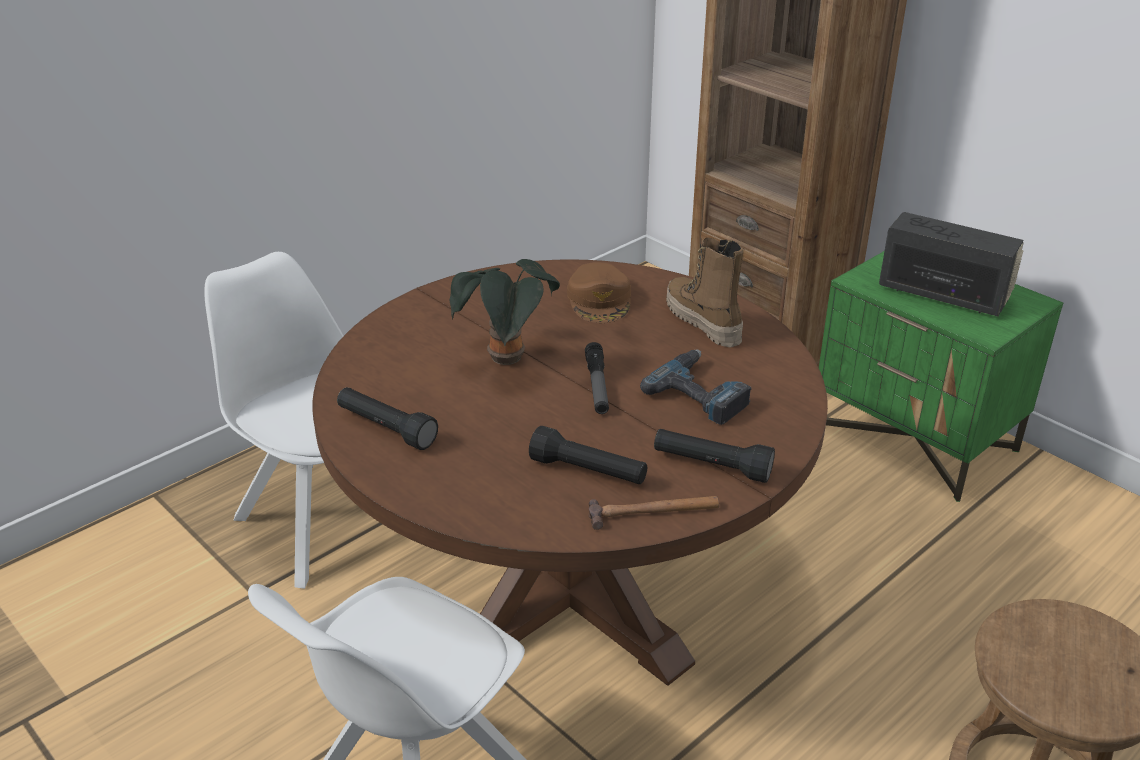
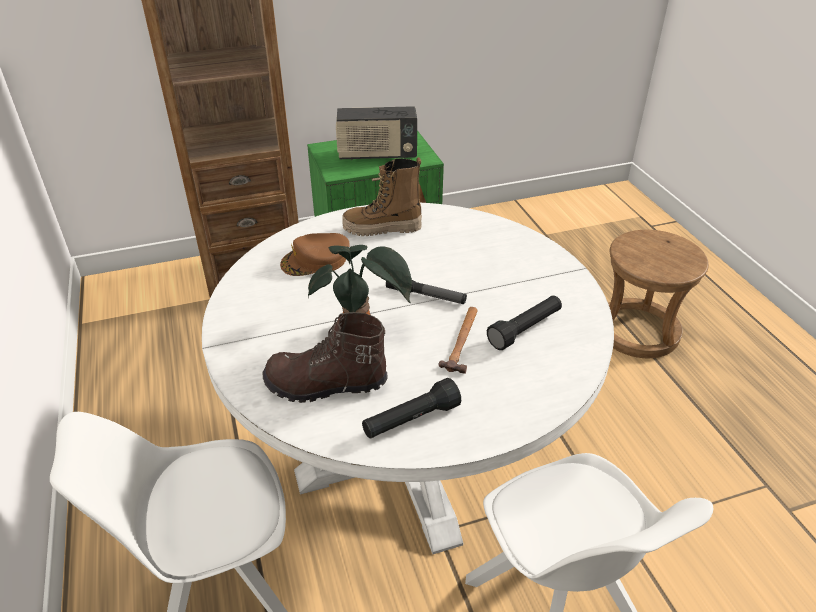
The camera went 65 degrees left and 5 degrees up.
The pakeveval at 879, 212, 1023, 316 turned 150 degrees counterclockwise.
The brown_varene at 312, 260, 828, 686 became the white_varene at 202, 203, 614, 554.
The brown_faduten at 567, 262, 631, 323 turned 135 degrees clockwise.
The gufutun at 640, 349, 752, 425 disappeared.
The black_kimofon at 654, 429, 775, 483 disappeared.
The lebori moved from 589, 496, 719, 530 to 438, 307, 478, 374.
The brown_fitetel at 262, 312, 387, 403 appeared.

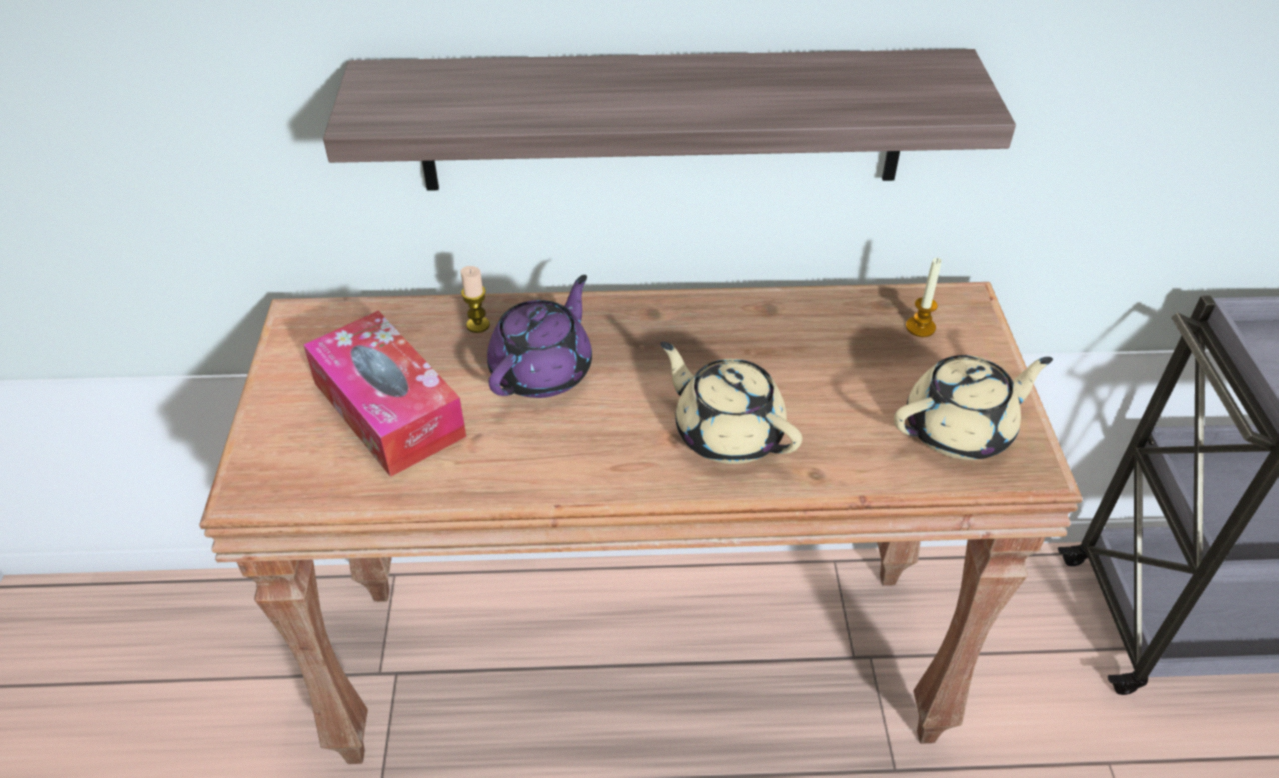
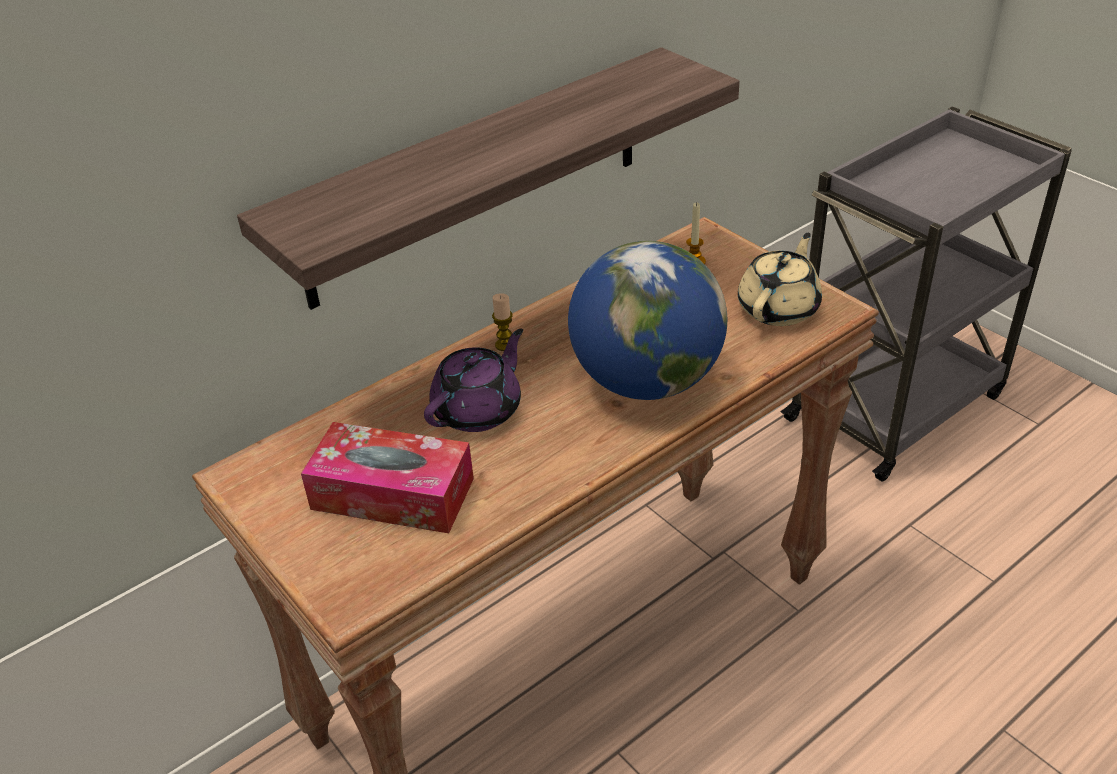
The camera went 35 degrees left and 5 degrees down.
The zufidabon moved from 461, 266, 490, 333 to 492, 293, 513, 351.
The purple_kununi at 487, 275, 592, 398 turned 45 degrees clockwise.
The beige_kununi at 660, 342, 802, 464 was replaced by the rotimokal at 568, 241, 727, 400.

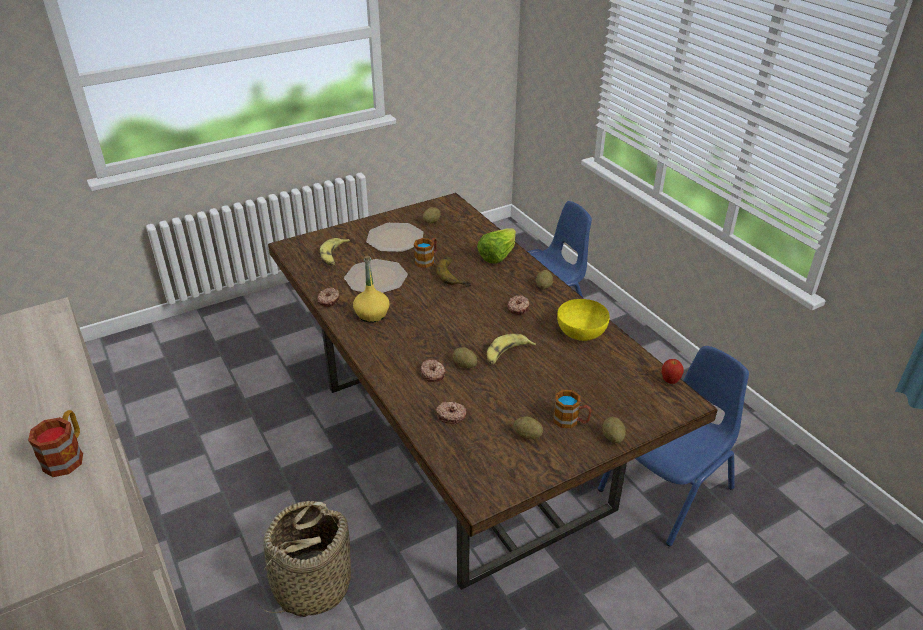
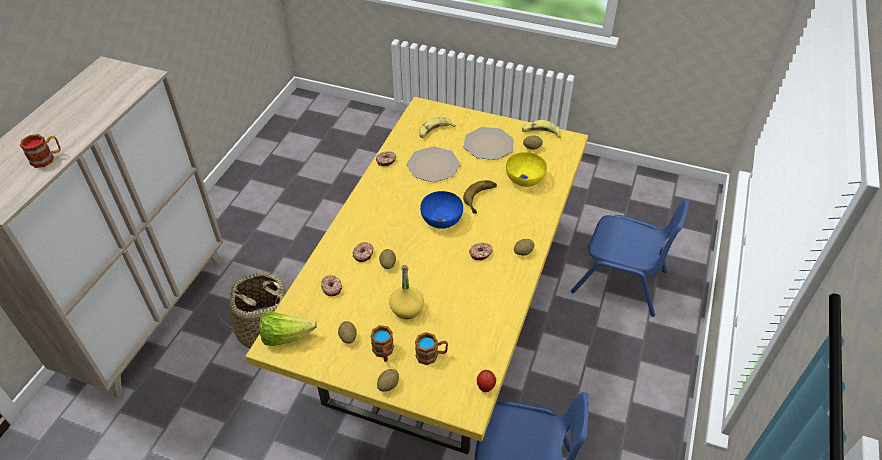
The camera went 50 degrees right and 10 degrees up.
The brown_varene at 268, 193, 717, 590 became the yellow_varene at 245, 97, 588, 454.
The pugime moved from 477, 228, 516, 264 to 259, 311, 317, 346.
The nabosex moved from 414, 238, 437, 268 to 415, 332, 448, 365.
The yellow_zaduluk moved from 353, 256, 389, 323 to 389, 265, 424, 319.
The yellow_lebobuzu moved from 557, 299, 610, 341 to 506, 152, 547, 187.
The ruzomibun moved from 487, 334, 536, 365 to 522, 120, 560, 138.
The blue_lebobuzu at 420, 191, 463, 229 appeared.

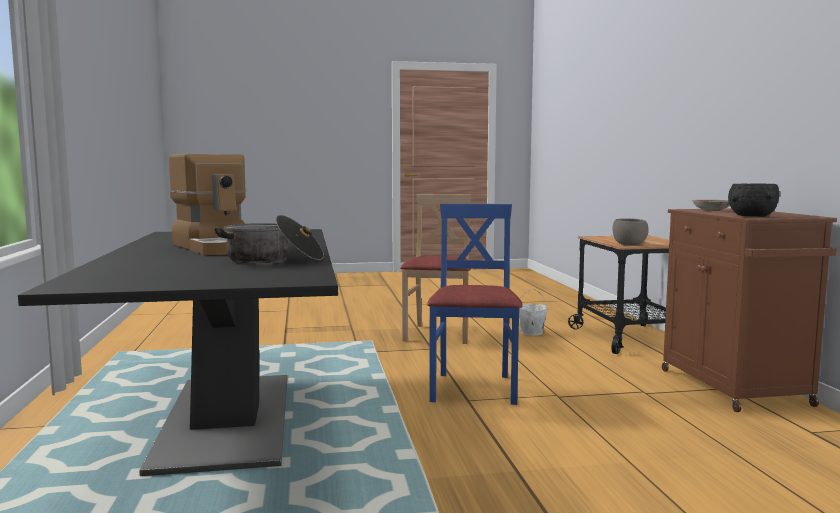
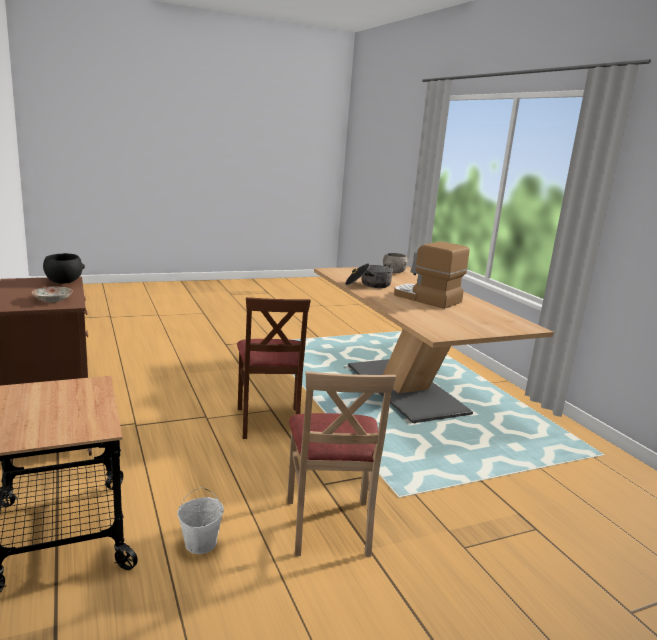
The camera went 165 degrees right and 10 degrees up.
The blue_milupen at 427, 204, 523, 405 became the brown_milupen at 237, 297, 311, 439.
The grey_lebobuzu moved from 612, 218, 649, 245 to 383, 253, 408, 273.
The black_varene at 18, 229, 338, 476 became the beige_varene at 314, 266, 554, 423.

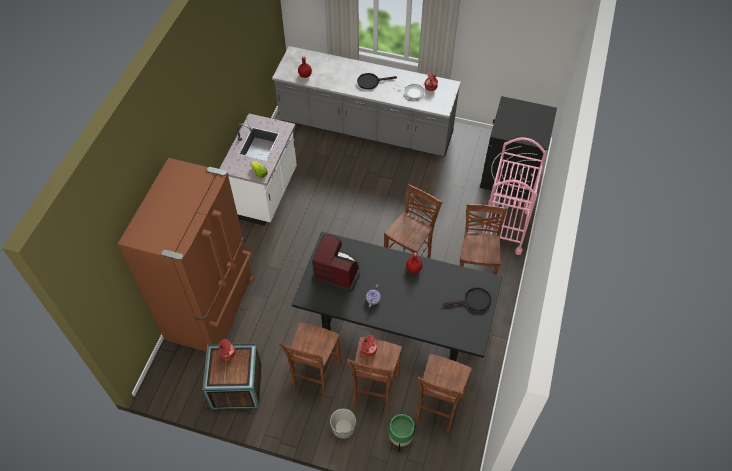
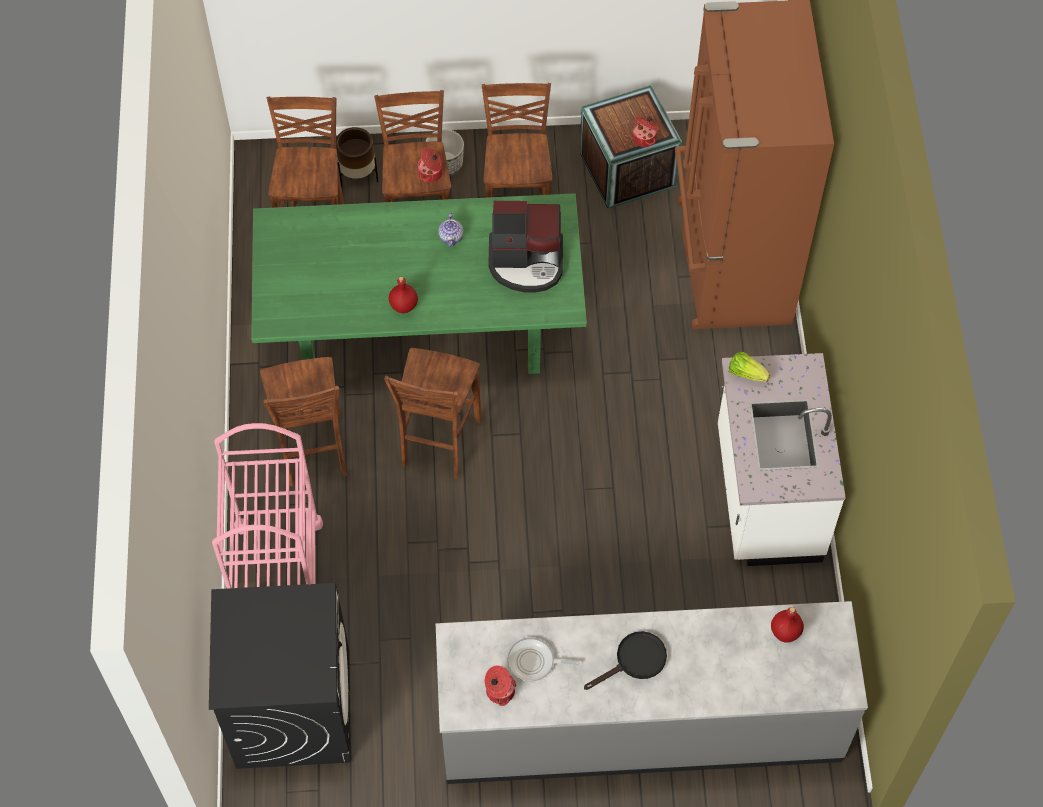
The camera went 160 degrees right and 5 degrees up.
The black_varene at 292, 232, 502, 361 became the green_varene at 251, 193, 587, 374.
The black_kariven at 443, 288, 491, 311 disappeared.
The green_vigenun at 389, 414, 415, 453 became the brown_vigenun at 336, 127, 378, 187.

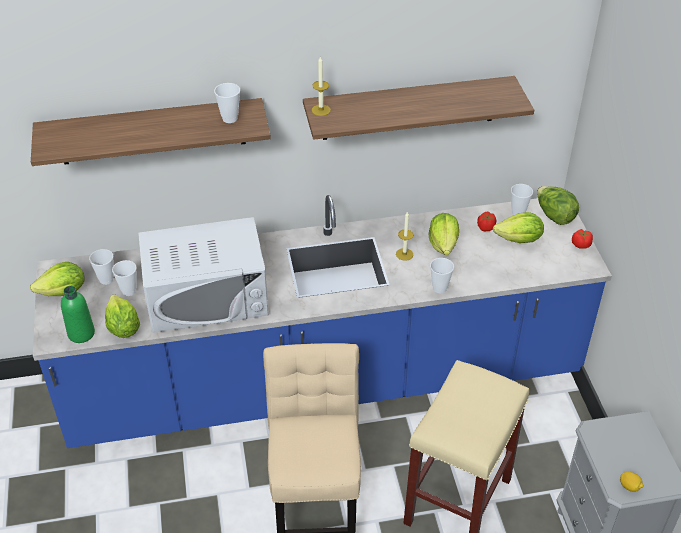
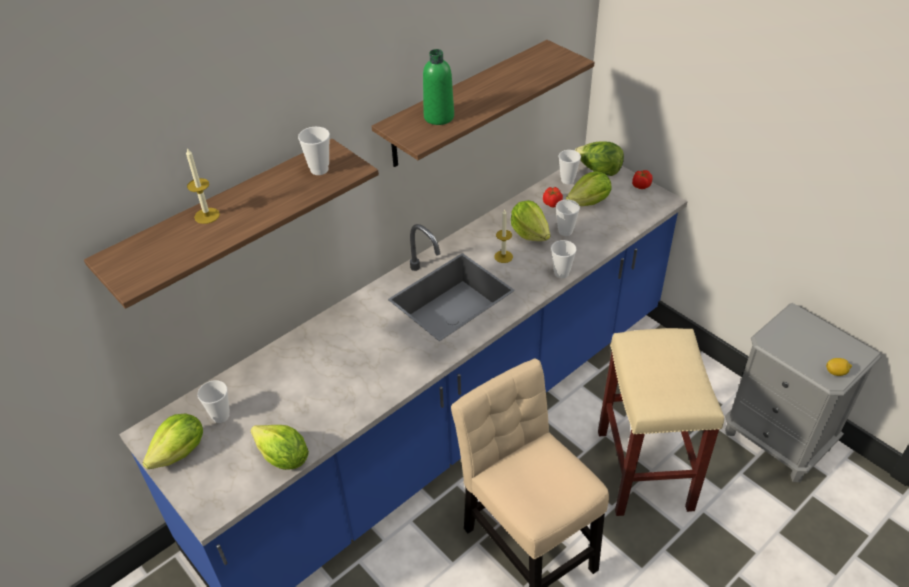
The camera went 30 degrees left and 0 degrees up.
The zufidabon moved from 312, 57, 331, 116 to 186, 148, 220, 224.
The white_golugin at 138, 217, 269, 333 disappeared.
The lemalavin moved from 112, 260, 137, 296 to 556, 200, 580, 236.
The green_zaduluk moved from 61, 286, 95, 343 to 423, 49, 454, 125.

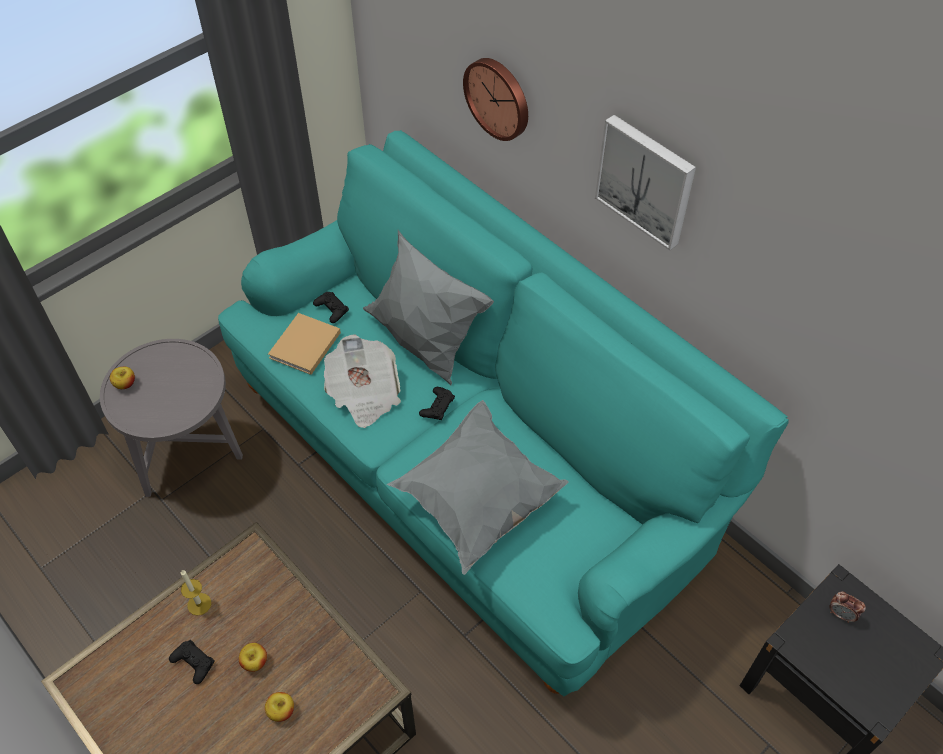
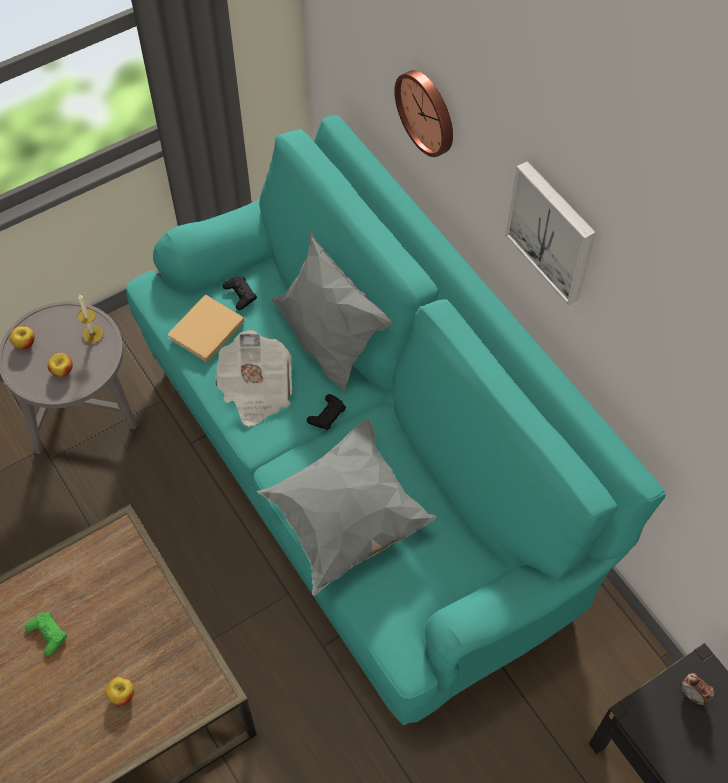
The camera went 10 degrees right and 5 degrees up.
The zufidabon moved from 181, 570, 211, 616 to 77, 294, 104, 343.
The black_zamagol at 169, 640, 215, 684 became the green_zamagol at 25, 612, 67, 656.
The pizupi moved from 239, 643, 267, 672 to 48, 353, 73, 377.

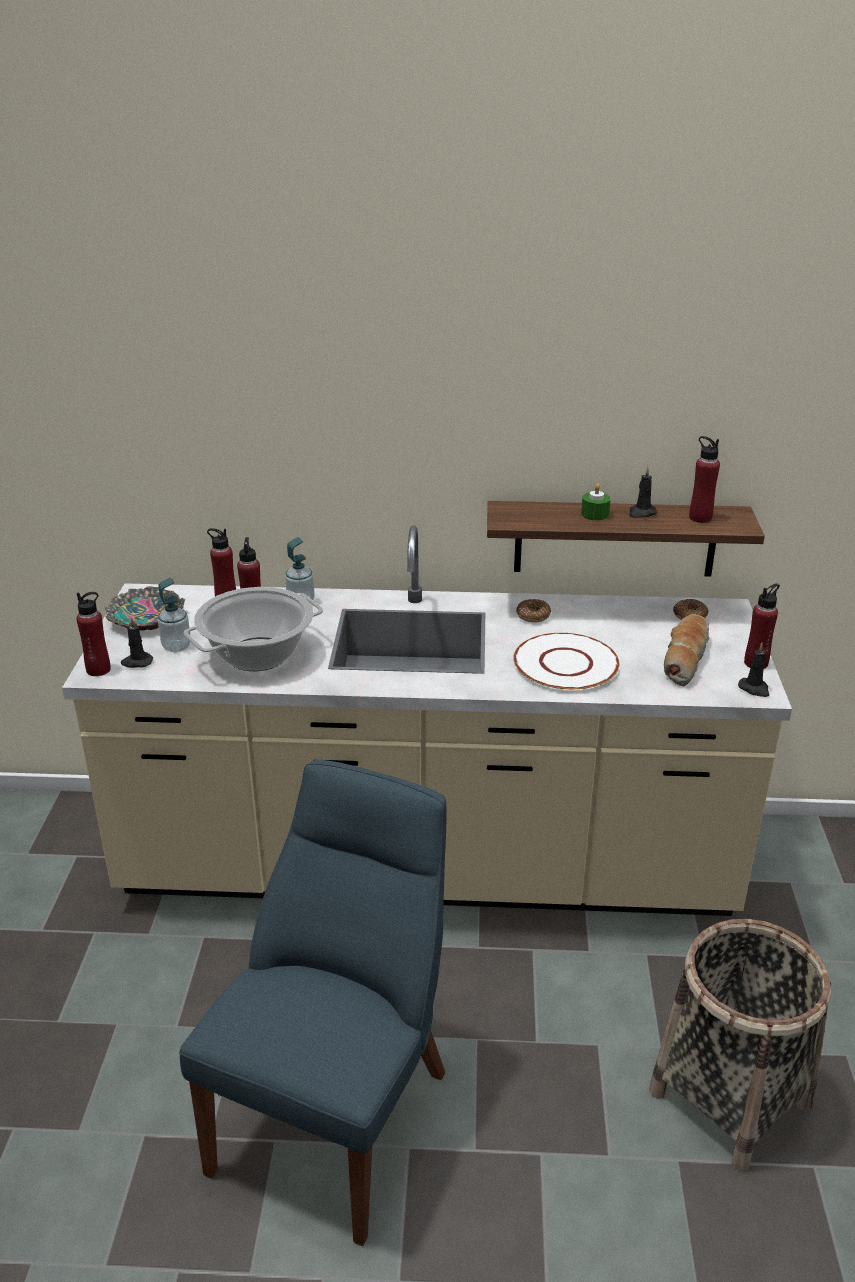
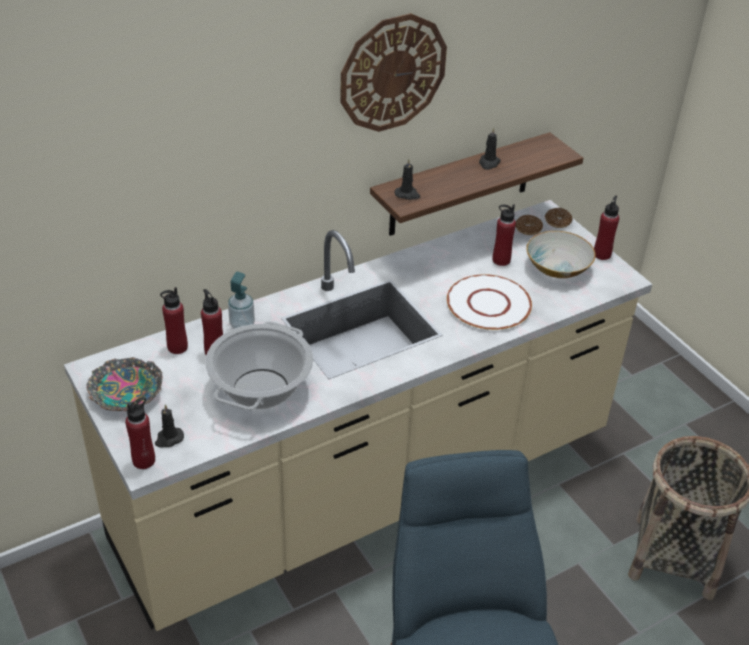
The camera went 35 degrees left and 10 degrees up.
The red_zaduluk moved from 689, 436, 720, 523 to 493, 204, 516, 266.
The green_zufidabon at 581, 483, 611, 520 disappeared.
The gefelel at 158, 578, 191, 652 disappeared.
The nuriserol moved from 516, 599, 551, 623 to 545, 208, 572, 228.
The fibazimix at 664, 614, 709, 687 was replaced by the lebobuzu at 526, 231, 596, 278.
The black_zufidabon moved from 738, 643, 769, 697 to 394, 159, 420, 200.
The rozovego at 340, 13, 447, 132 appeared.

